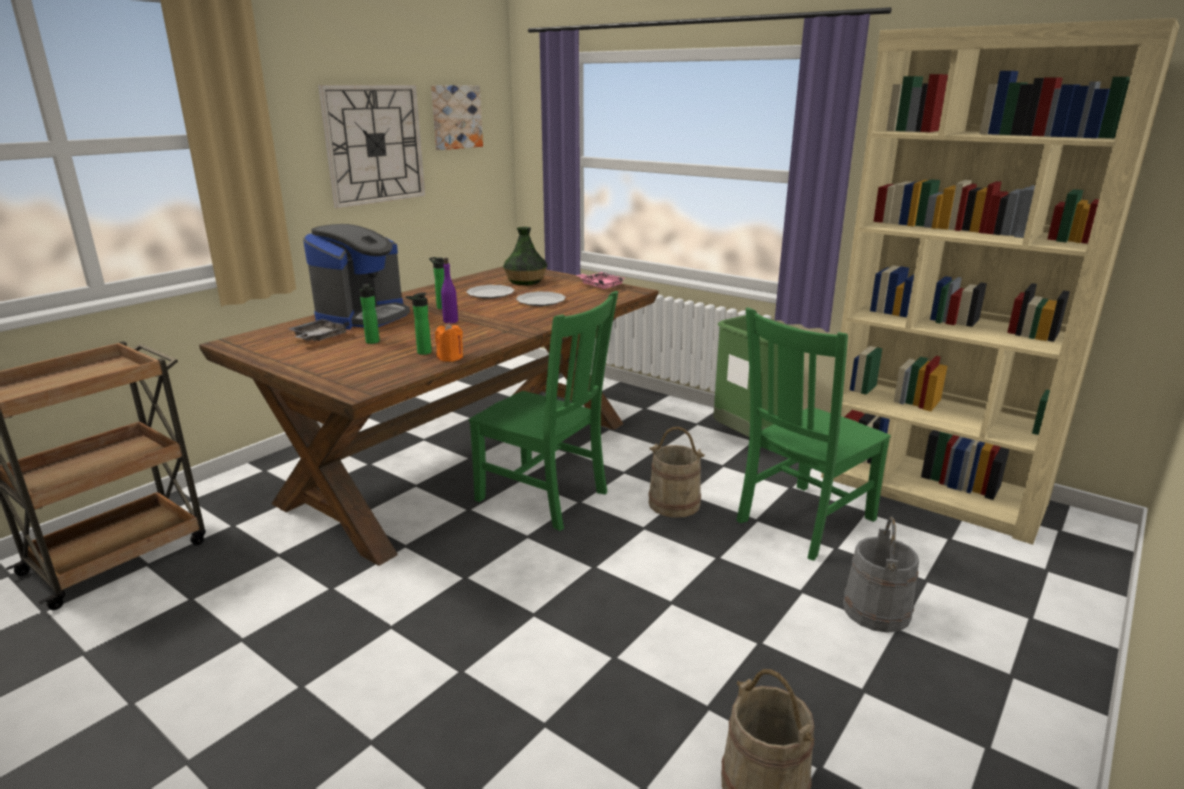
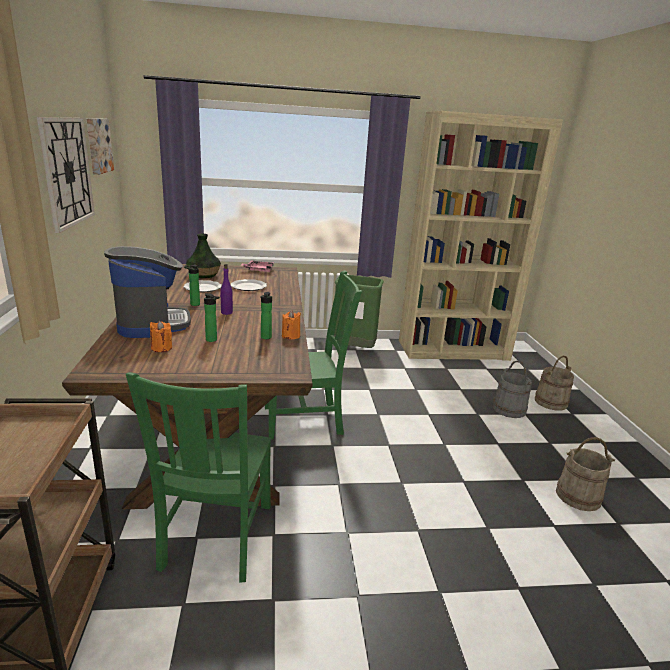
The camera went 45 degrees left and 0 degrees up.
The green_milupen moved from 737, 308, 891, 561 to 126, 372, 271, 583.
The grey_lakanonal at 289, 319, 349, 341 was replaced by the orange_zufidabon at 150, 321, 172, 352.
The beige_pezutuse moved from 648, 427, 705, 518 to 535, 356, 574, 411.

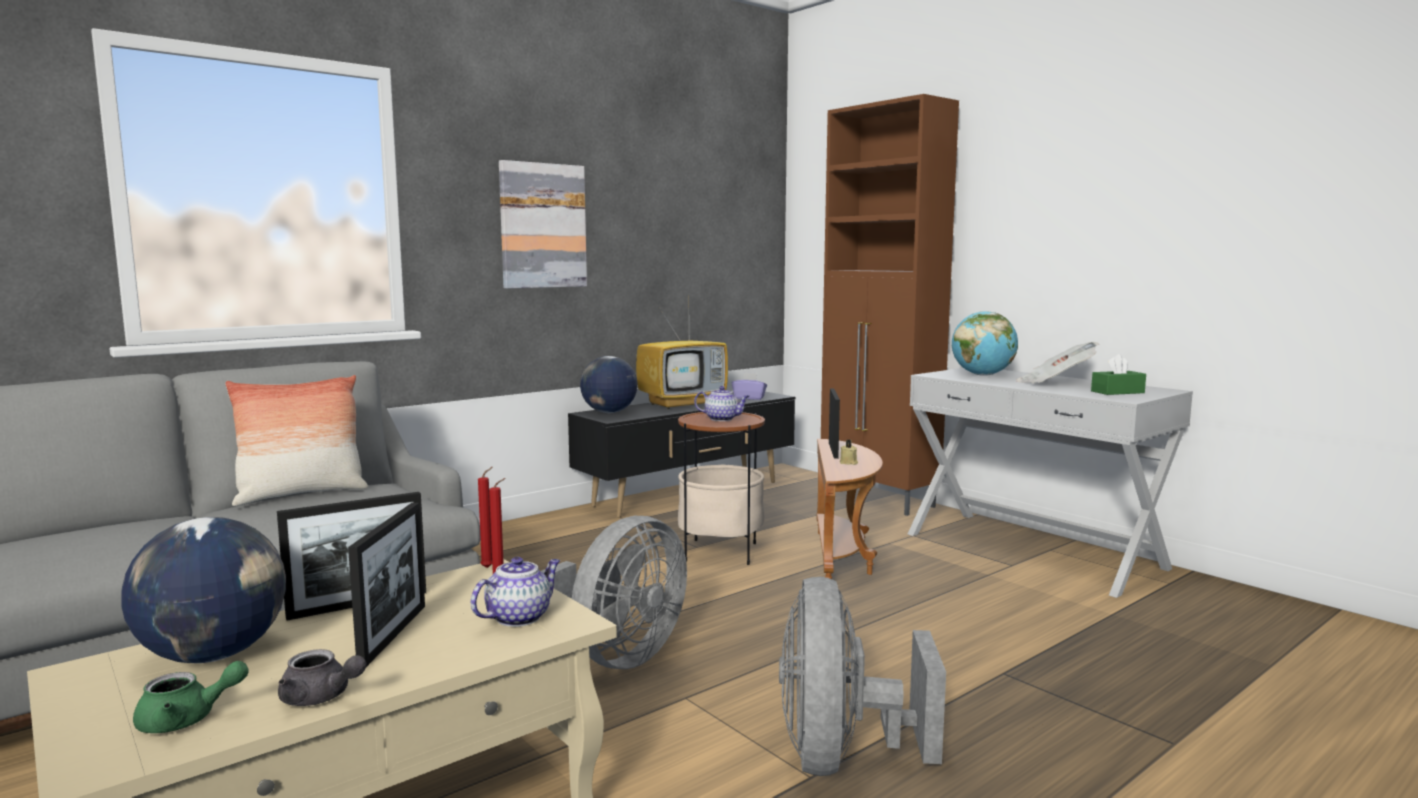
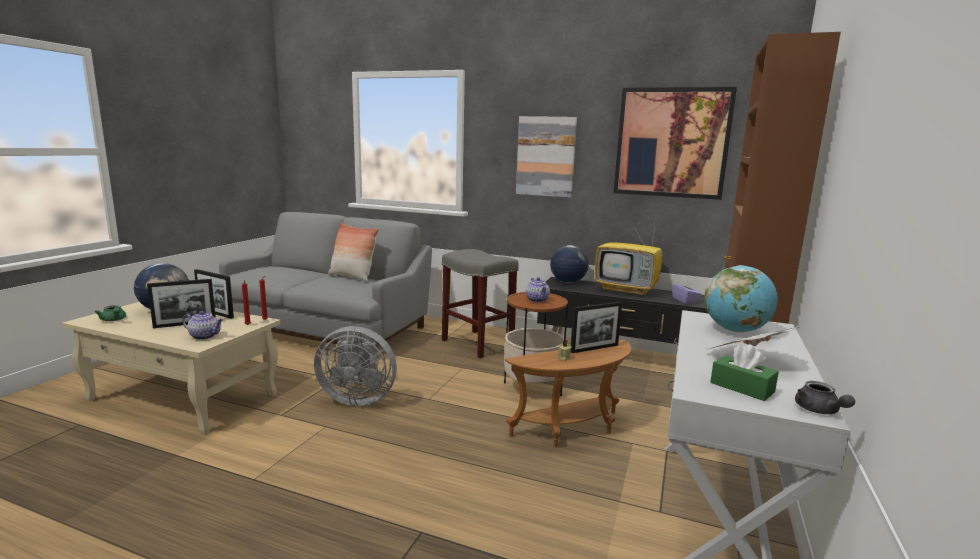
The camera went 60 degrees right and 5 degrees up.
The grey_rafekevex at 779, 577, 946, 776 disappeared.
The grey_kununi moved from 278, 649, 367, 706 to 795, 381, 855, 414.
The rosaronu at 613, 87, 737, 200 appeared.
The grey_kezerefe at 442, 249, 519, 358 appeared.

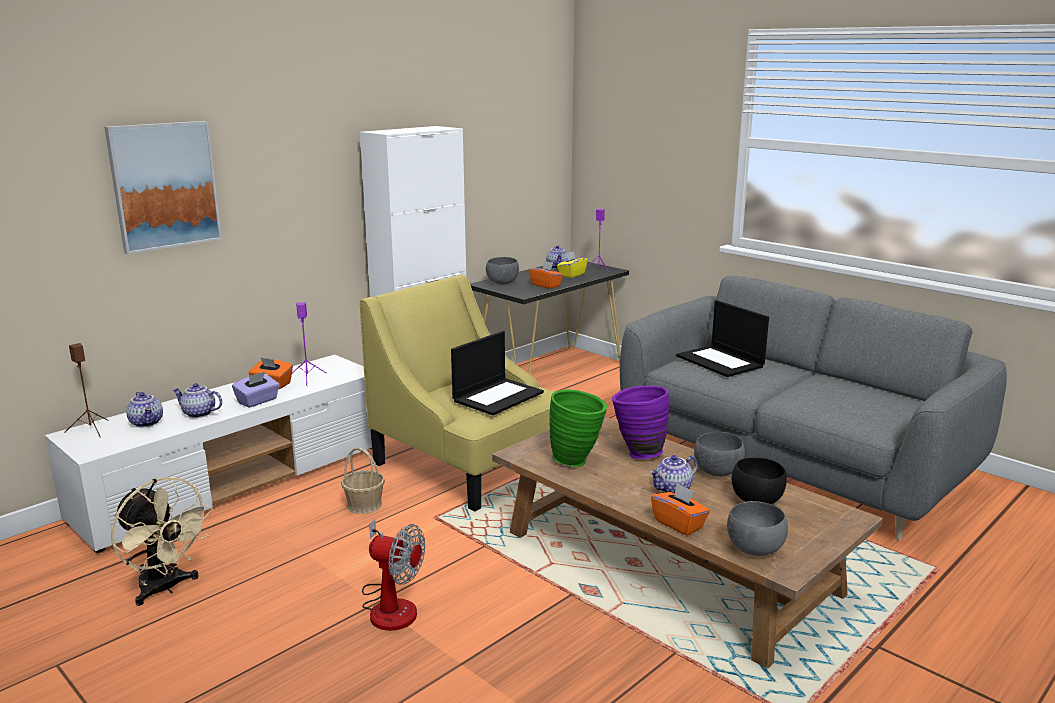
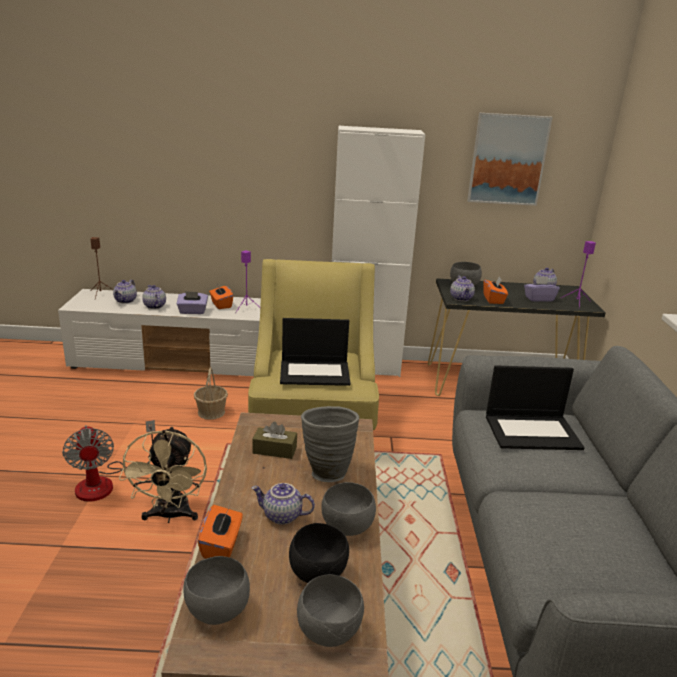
The camera went 45 degrees right and 5 degrees up.
The rosaronu moved from 104, 121, 222, 254 to 467, 113, 553, 206.
The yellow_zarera at 557, 251, 588, 278 became the purple_zarera at 524, 276, 560, 302.
The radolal at 676, 300, 769, 377 turned 105 degrees counterclockwise.
The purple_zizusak at 612, 386, 669, 459 became the grey_zizusak at 301, 406, 359, 482.
The green_zizusak at 549, 389, 607, 467 was replaced by the brown_zarera at 252, 422, 297, 459.
The beige_rafekevex moved from 111, 477, 213, 606 to 119, 426, 207, 523.
The kununi at 450, 276, 475, 301 appeared.
The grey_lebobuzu at 297, 574, 364, 647 appeared.

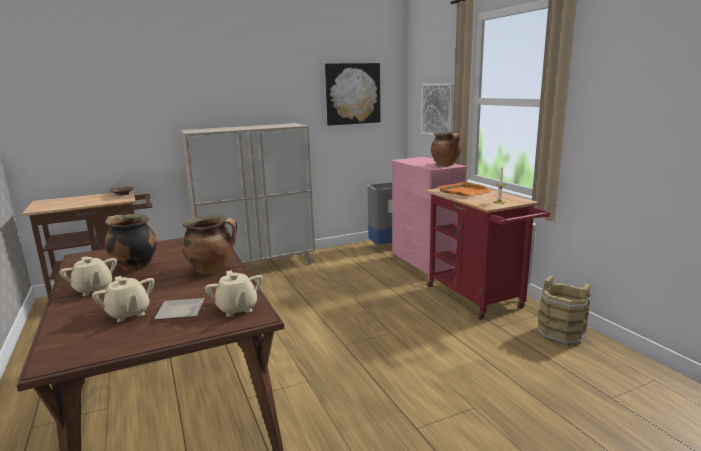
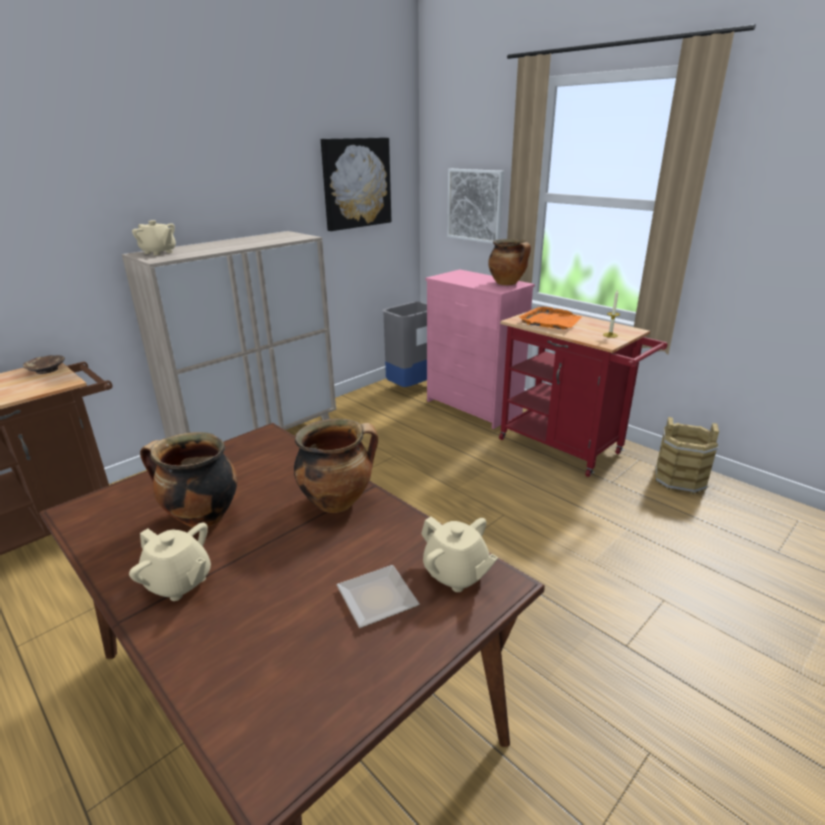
The camera went 20 degrees left and 10 degrees up.
The beige_kununi moved from 92, 276, 155, 322 to 132, 220, 176, 256.

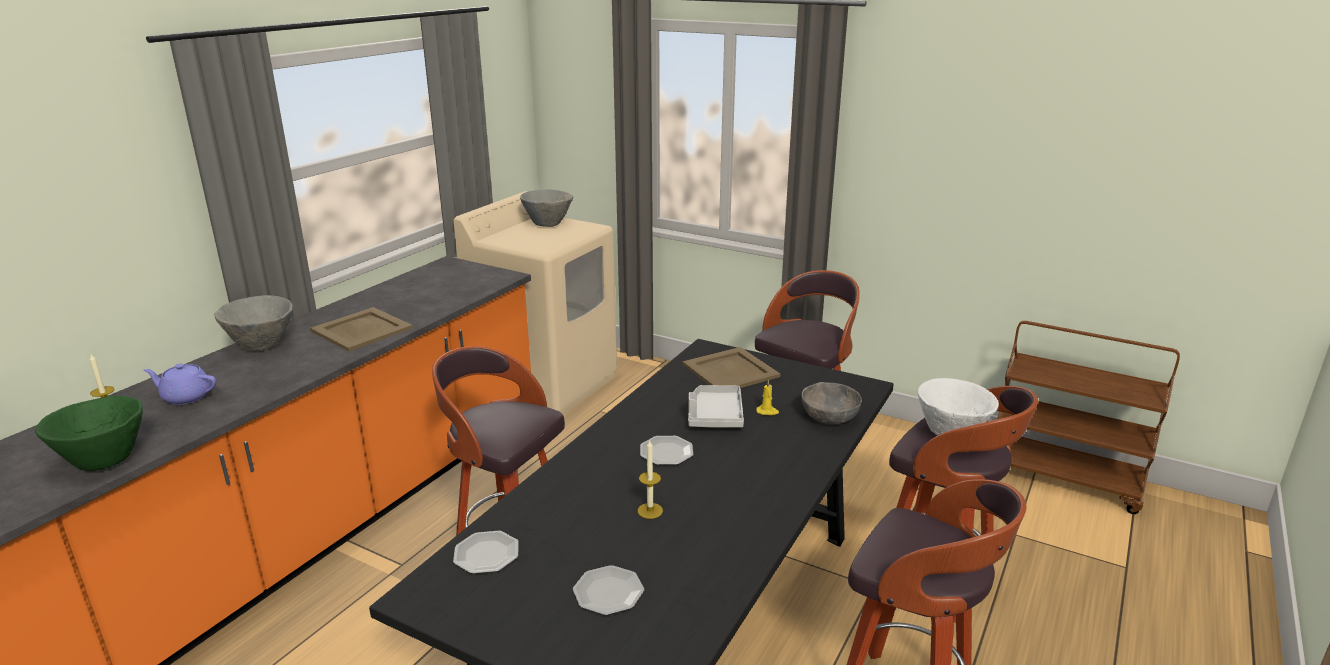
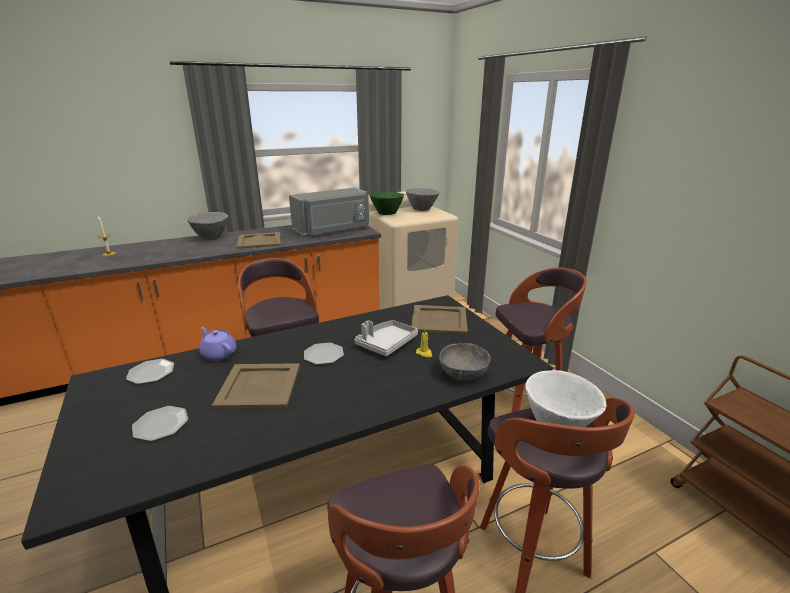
The camera went 35 degrees right and 0 degrees up.
The purple_kununi moved from 144, 363, 216, 405 to 199, 327, 236, 361.
The green_lebobuzu moved from 35, 395, 143, 471 to 369, 192, 404, 215.
The zufidabon at 638, 440, 663, 519 was replaced by the beige_lakanonal at 212, 363, 300, 409.
The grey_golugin at 289, 187, 369, 236 appeared.

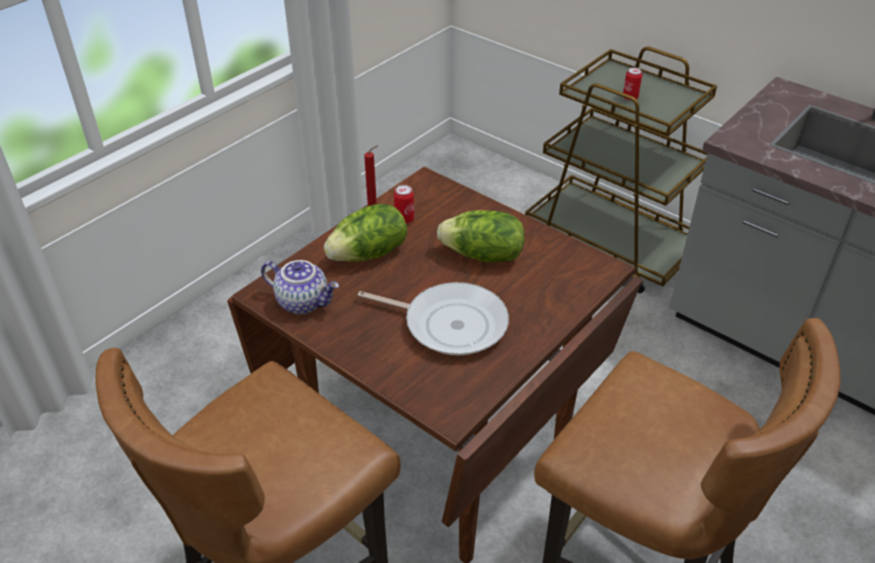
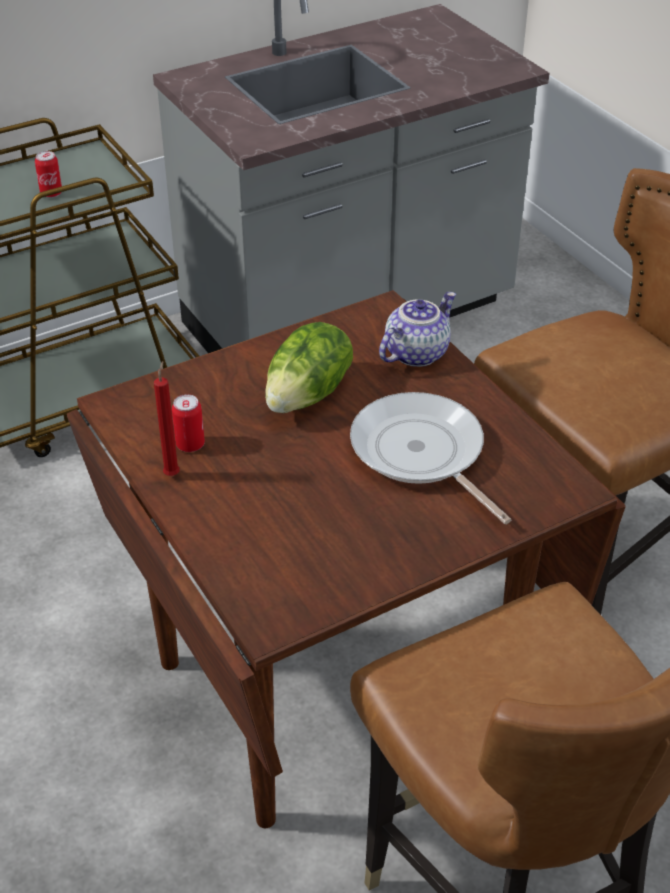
The camera went 70 degrees left and 0 degrees up.
The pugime at 324, 204, 407, 262 disappeared.
The kununi moved from 261, 260, 339, 314 to 379, 292, 456, 367.
The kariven at 357, 282, 509, 355 turned 75 degrees counterclockwise.

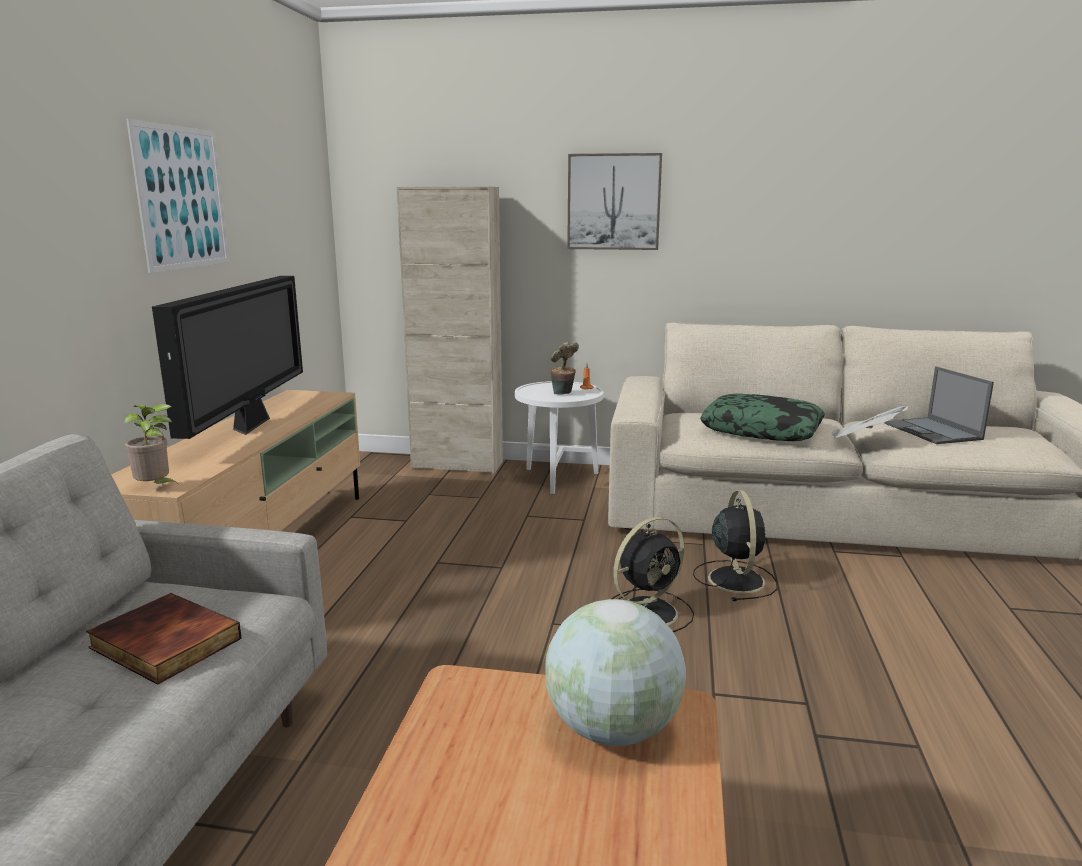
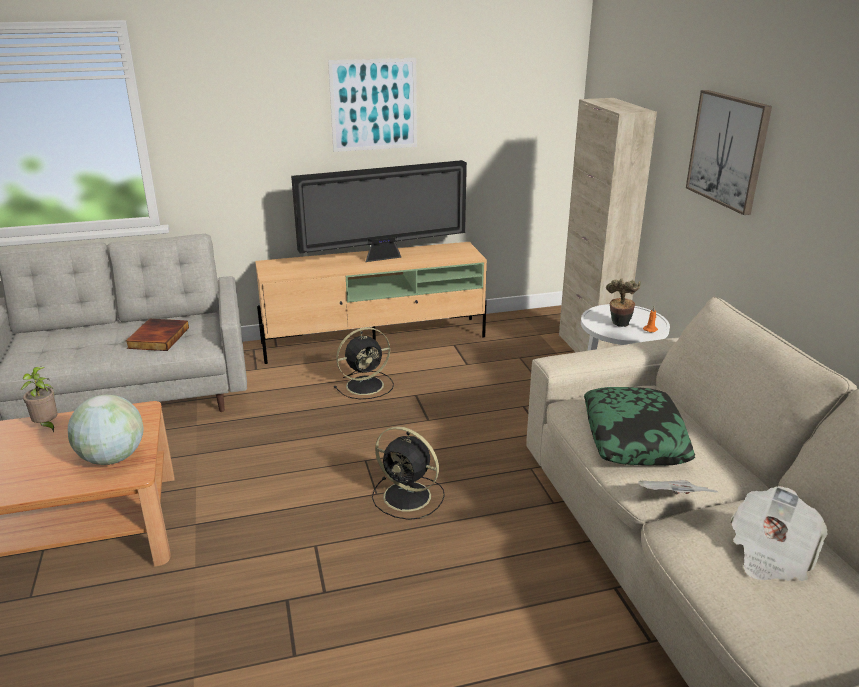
The camera went 65 degrees right and 10 degrees up.
The radolal at 884, 366, 994, 444 was replaced by the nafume at 731, 486, 828, 581.
The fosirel moved from 125, 404, 179, 485 to 21, 367, 58, 433.
The black_rafekevex moved from 693, 490, 777, 601 to 334, 327, 394, 399.

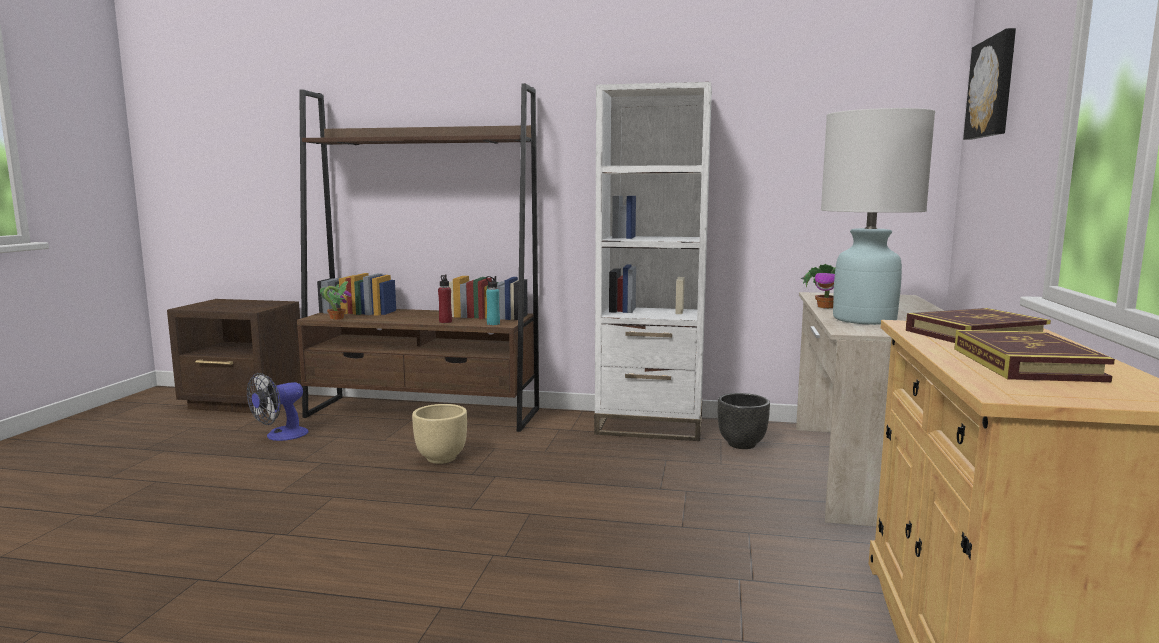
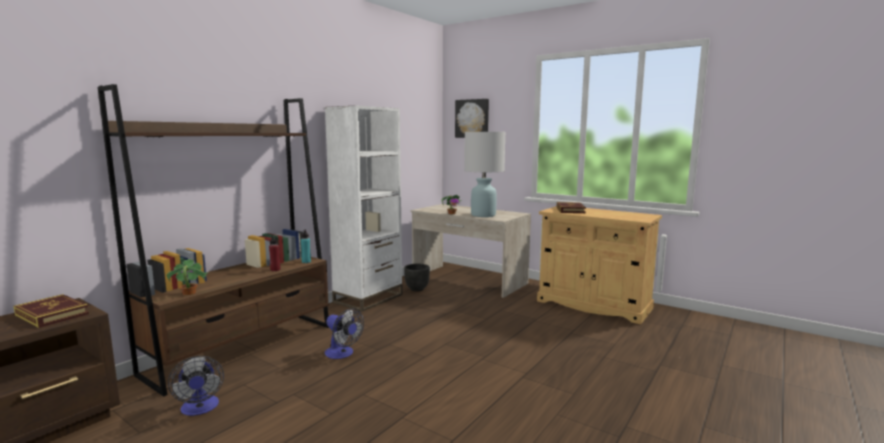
The camera went 65 degrees left and 0 degrees up.
The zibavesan moved from 954, 330, 1115, 382 to 14, 294, 89, 328.
The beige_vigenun at 412, 404, 467, 464 was replaced by the rafekevex at 325, 308, 364, 359.

